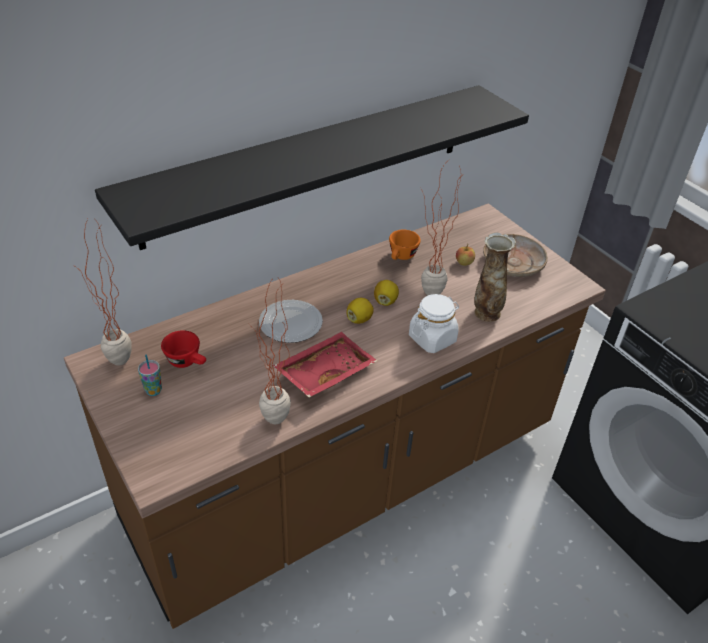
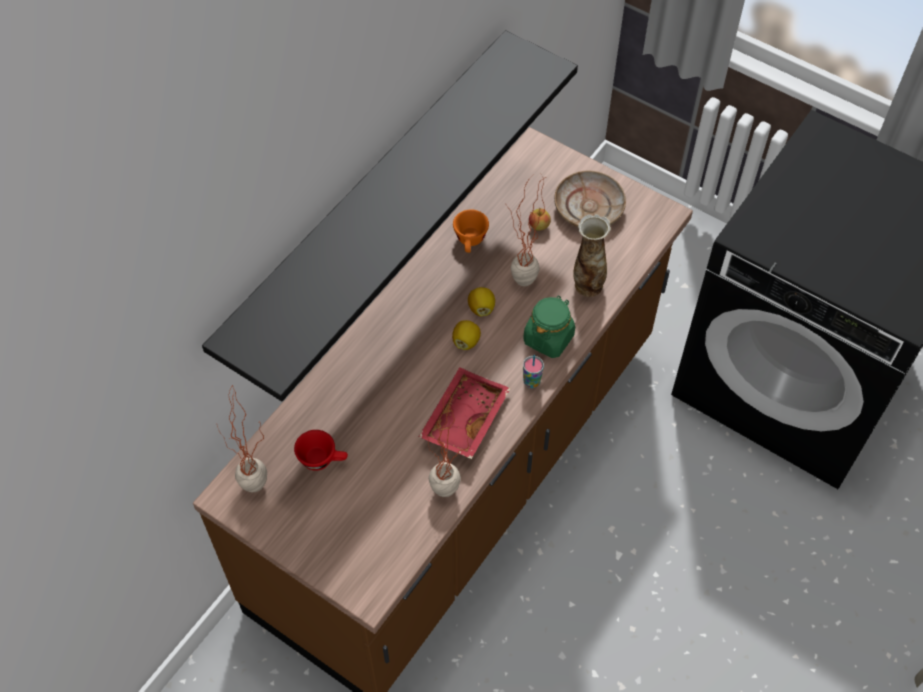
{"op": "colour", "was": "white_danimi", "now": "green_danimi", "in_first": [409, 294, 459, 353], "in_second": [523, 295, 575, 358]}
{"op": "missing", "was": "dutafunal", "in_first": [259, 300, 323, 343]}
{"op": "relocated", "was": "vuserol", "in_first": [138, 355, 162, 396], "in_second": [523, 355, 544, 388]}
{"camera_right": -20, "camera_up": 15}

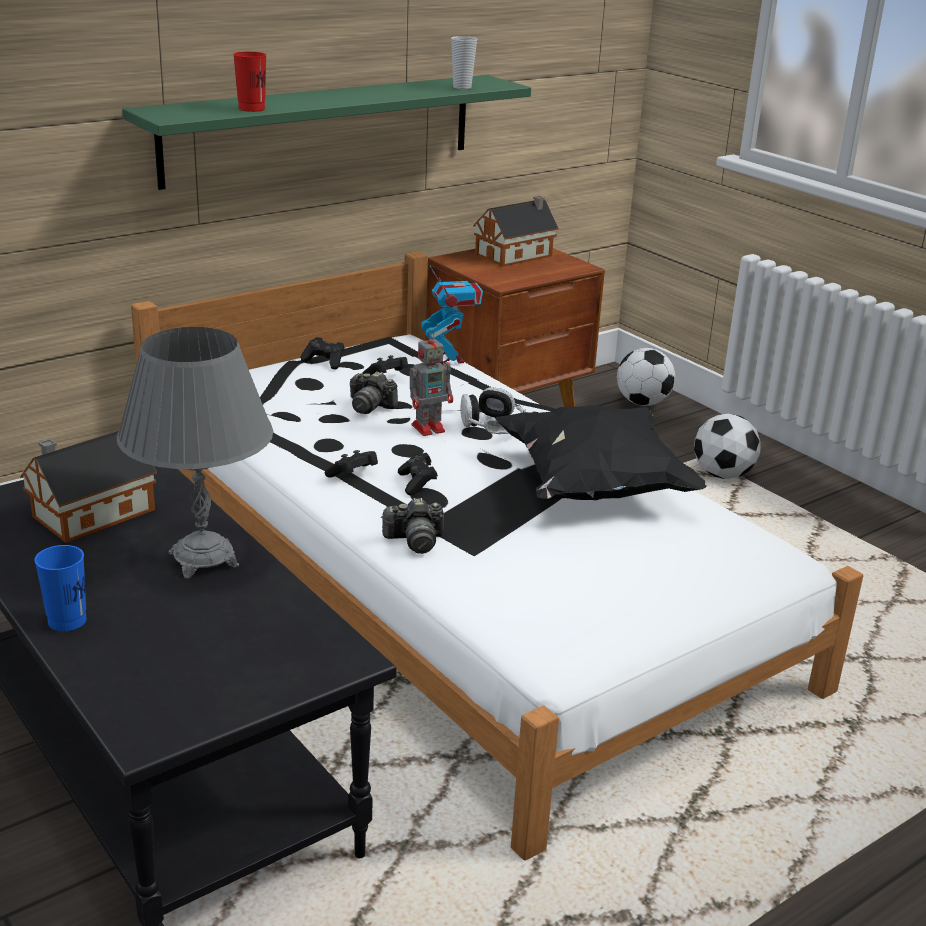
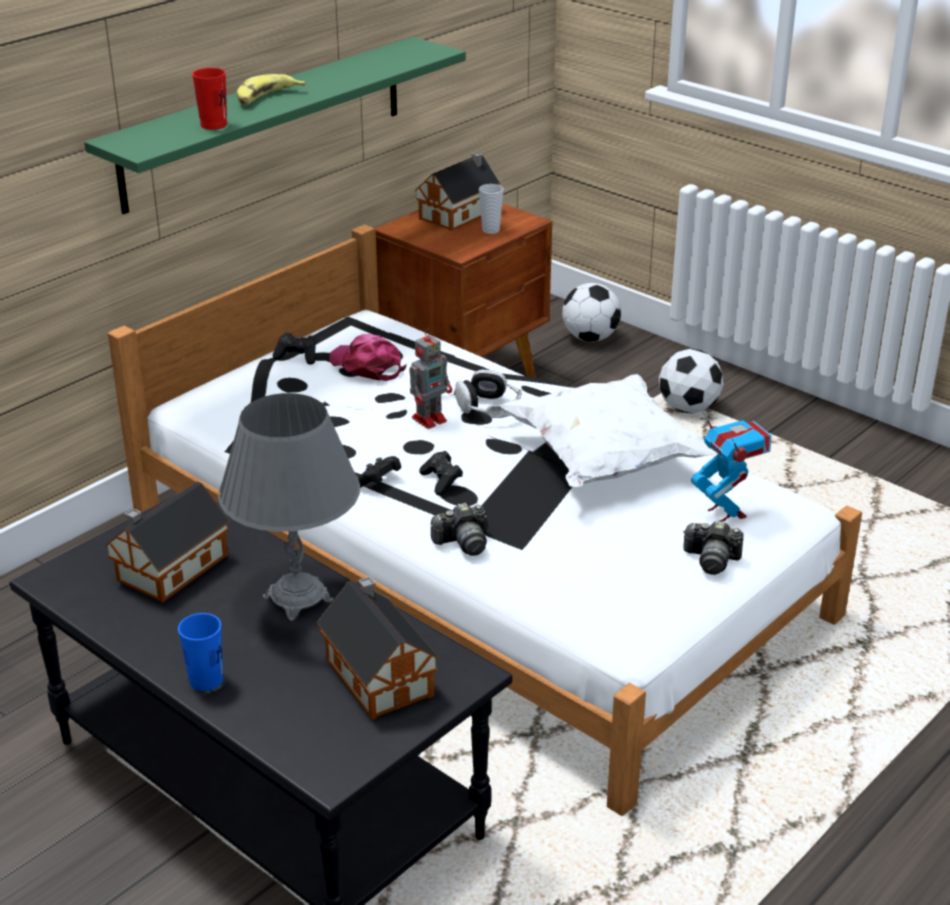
{"op": "relocated", "was": "vuserol", "in_first": [451, 36, 477, 89], "in_second": [479, 184, 504, 234]}
{"op": "relocated", "was": "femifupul", "in_first": [421, 266, 483, 363], "in_second": [691, 411, 772, 521]}
{"op": "exchanged", "was": "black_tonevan", "now": "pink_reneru", "in_first": [363, 355, 408, 375], "in_second": [329, 334, 407, 381]}
{"op": "relocated", "was": "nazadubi", "in_first": [350, 371, 398, 414], "in_second": [683, 520, 744, 575]}
{"op": "colour", "was": "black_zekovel", "now": "white_zekovel", "in_first": [495, 405, 707, 500], "in_second": [500, 374, 715, 487]}
{"op": "appeared", "now": "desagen", "in_second": [237, 74, 306, 105]}
{"op": "appeared", "now": "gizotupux", "in_second": [317, 576, 440, 720]}
{"camera_right": -10, "camera_up": 5}

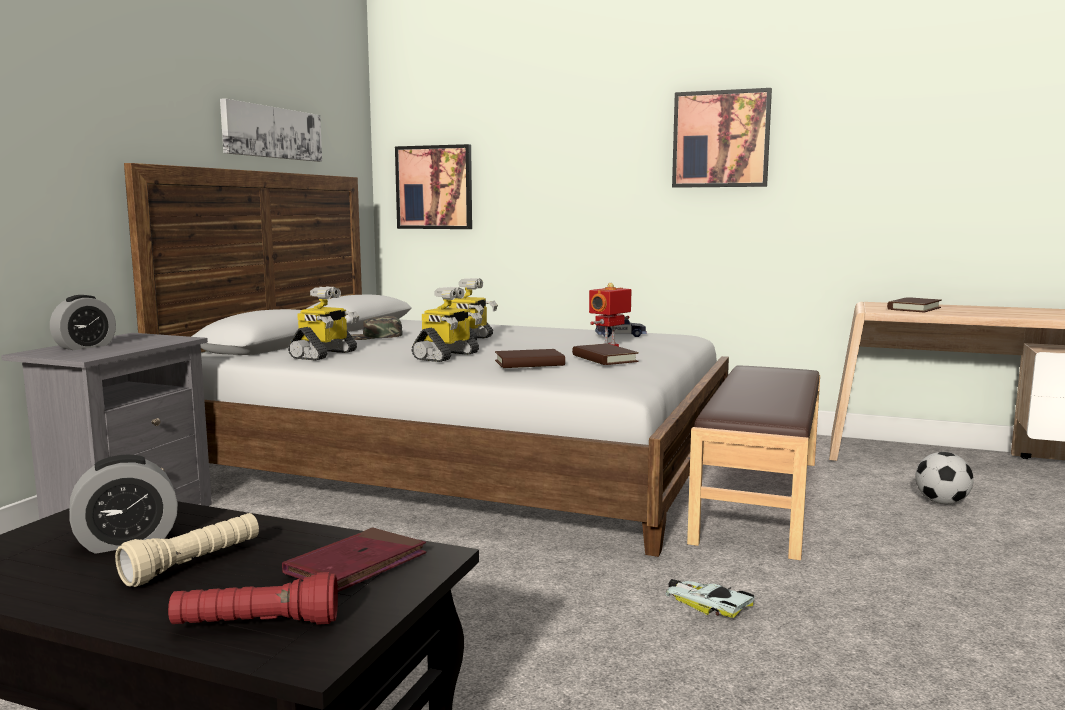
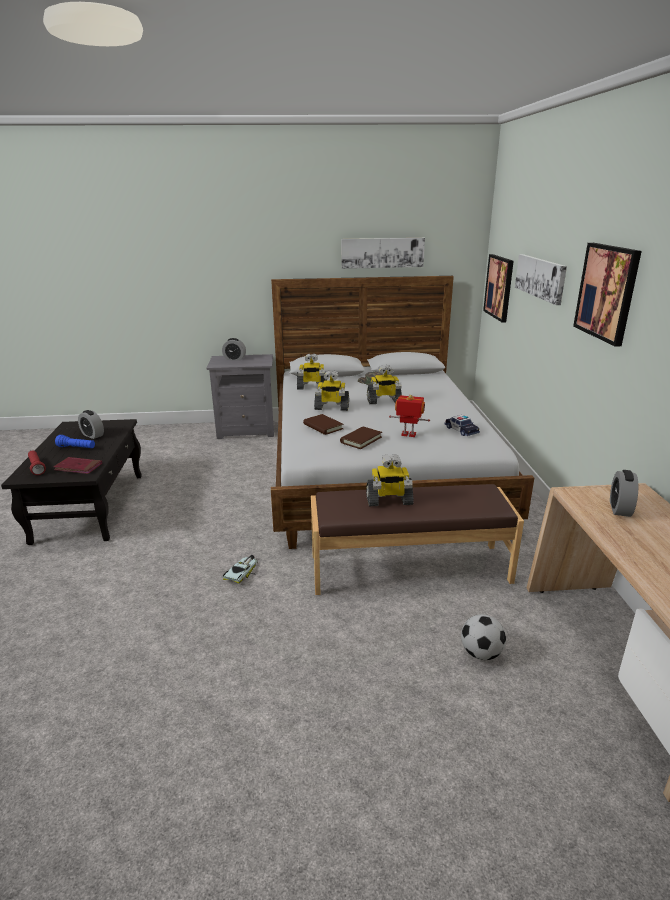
{"op": "exchanged", "was": "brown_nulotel", "now": "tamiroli", "in_first": [887, 297, 942, 312], "in_second": [610, 470, 638, 517]}
{"op": "colour", "was": "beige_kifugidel", "now": "blue_kifugidel", "in_first": [115, 513, 259, 587], "in_second": [55, 435, 95, 448]}
{"op": "appeared", "now": "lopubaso", "in_second": [515, 254, 567, 305]}
{"op": "appeared", "now": "femifupul", "in_second": [366, 454, 414, 506]}
{"camera_right": 65, "camera_up": 15}

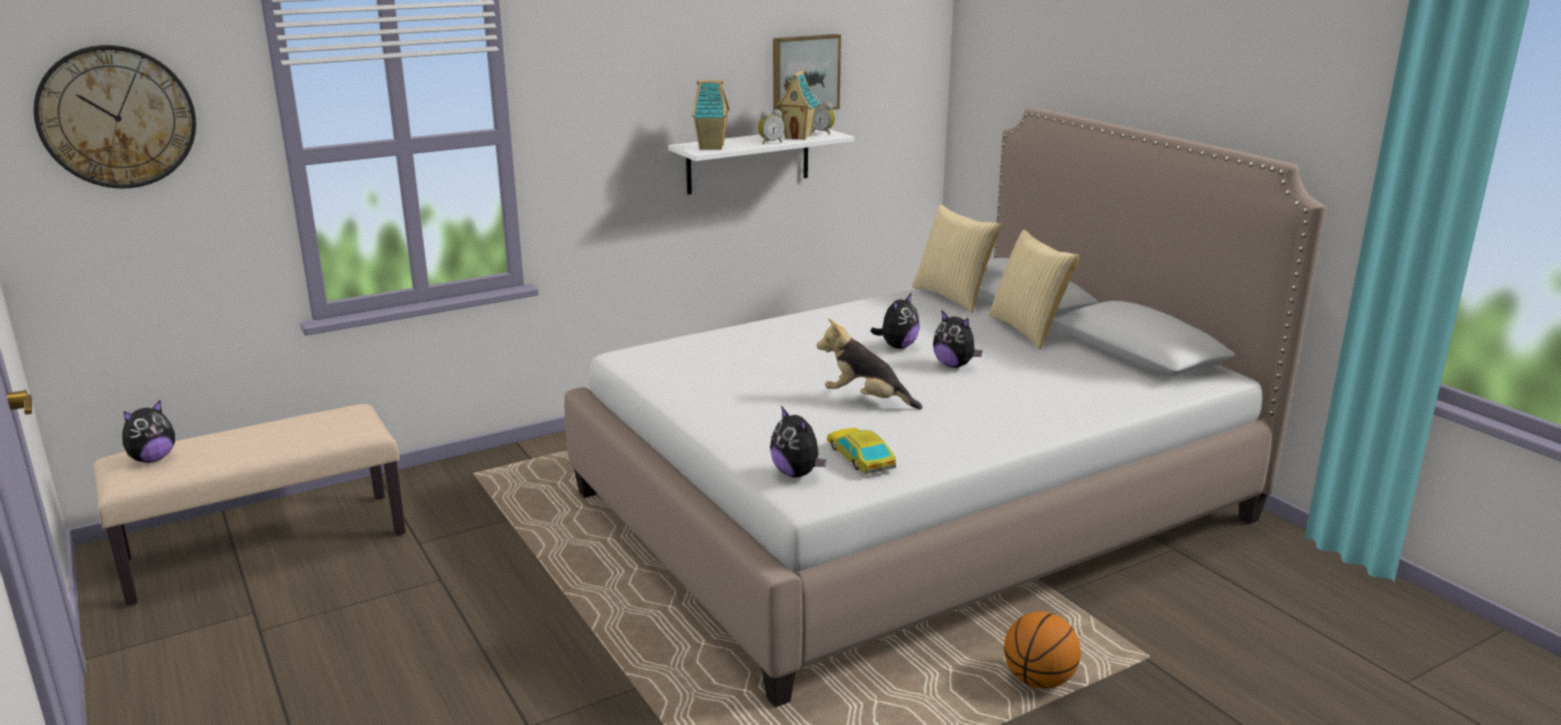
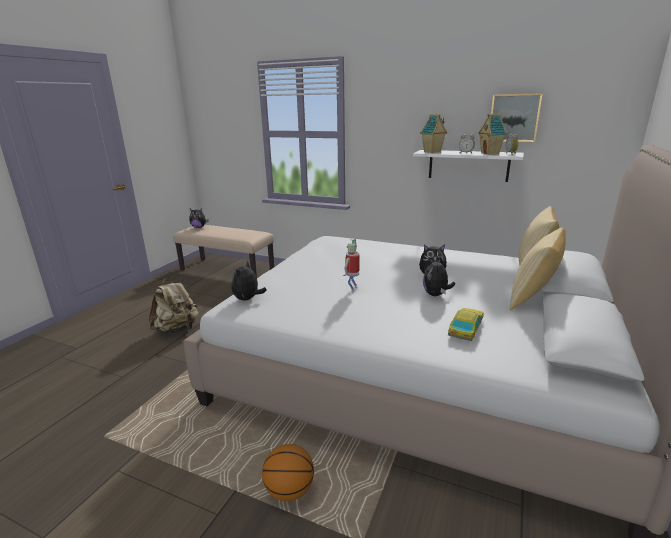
{"op": "missing", "was": "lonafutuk", "in_first": [34, 45, 196, 189]}
{"op": "exchanged", "was": "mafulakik", "now": "femifupul", "in_first": [817, 318, 922, 409], "in_second": [343, 239, 359, 292]}
{"op": "relocated", "was": "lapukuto", "in_first": [827, 428, 896, 475], "in_second": [448, 308, 484, 341]}
{"op": "appeared", "now": "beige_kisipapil", "in_second": [149, 277, 199, 334]}
{"camera_right": 55, "camera_up": 0}

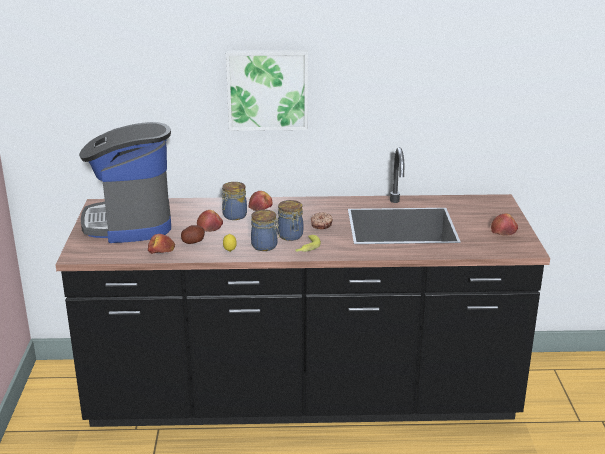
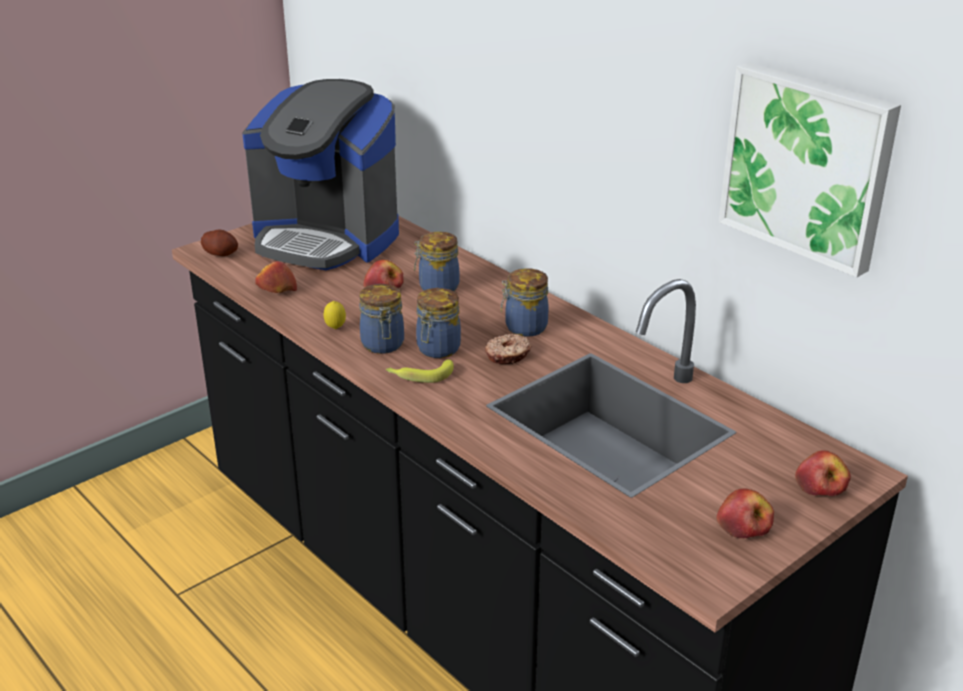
{"op": "relocated", "was": "lopubaso", "in_first": [226, 50, 308, 131], "in_second": [719, 62, 901, 277]}
{"op": "spun", "was": "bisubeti", "in_first": [79, 122, 171, 243], "in_second": [242, 79, 399, 270], "clockwise": -105}
{"op": "relocated", "was": "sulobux", "in_first": [248, 191, 273, 211], "in_second": [795, 450, 851, 496]}
{"op": "relocated", "was": "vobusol", "in_first": [181, 225, 205, 244], "in_second": [201, 229, 238, 256]}
{"op": "appeared", "now": "danimi", "in_second": [501, 268, 549, 337]}
{"camera_right": 50, "camera_up": 5}

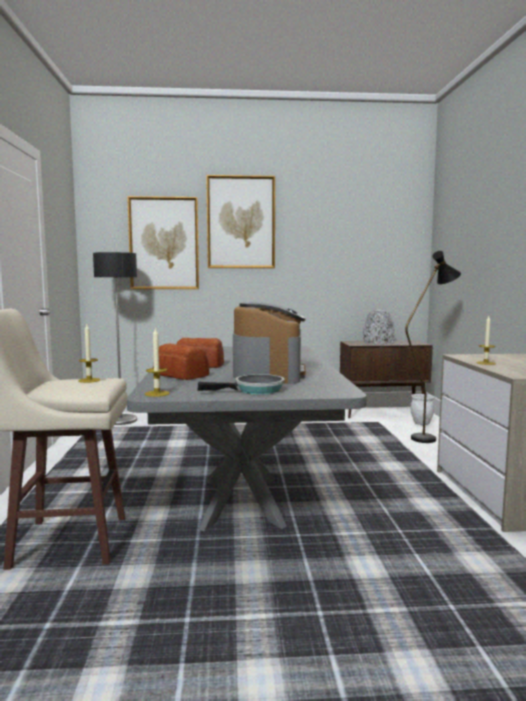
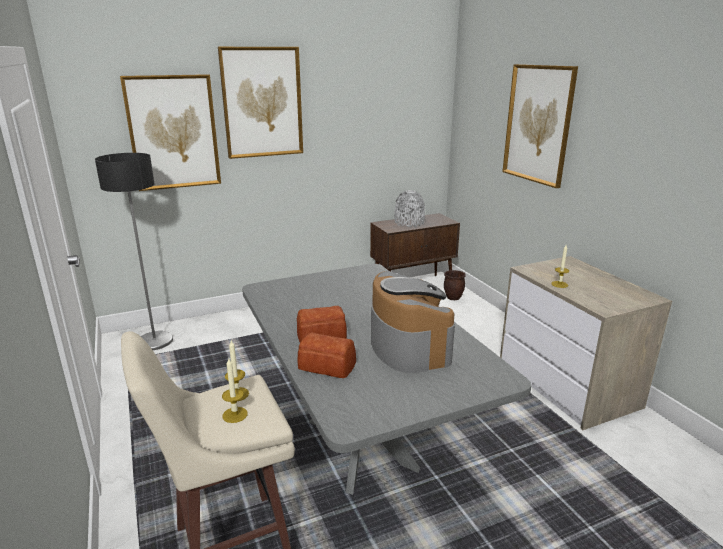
{"op": "missing", "was": "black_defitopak", "in_first": [405, 251, 461, 443]}
{"op": "relocated", "was": "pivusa", "in_first": [145, 327, 170, 397], "in_second": [222, 359, 248, 423]}
{"op": "missing", "was": "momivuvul", "in_first": [197, 374, 285, 394]}
{"op": "colour", "was": "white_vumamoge", "now": "brown_vumamoge", "in_first": [410, 394, 434, 425], "in_second": [444, 270, 466, 300]}
{"op": "appeared", "now": "lopubaso", "in_second": [502, 64, 578, 188]}
{"camera_right": -20, "camera_up": 15}

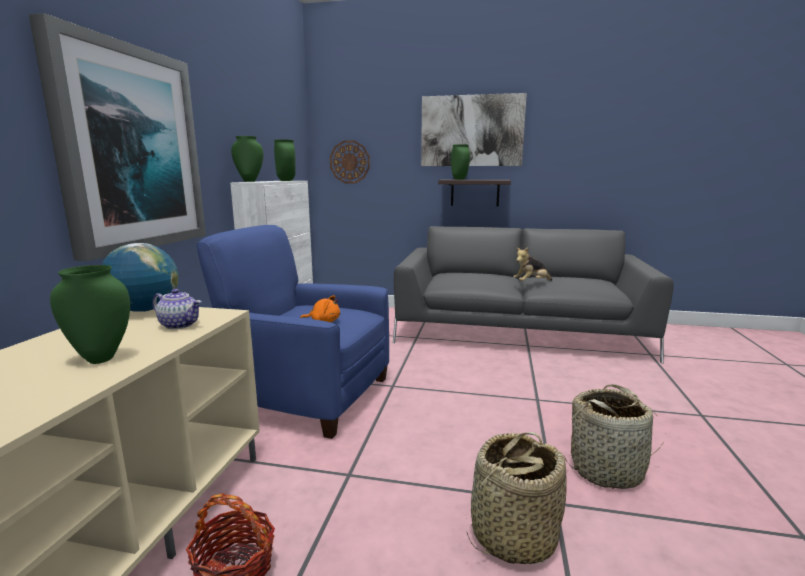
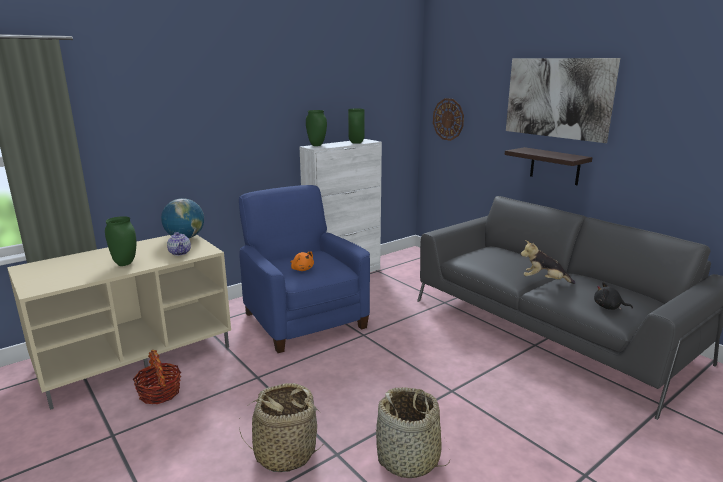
{"op": "missing", "was": "lopubaso", "in_first": [29, 13, 206, 261]}
{"op": "missing", "was": "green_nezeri", "in_first": [451, 144, 470, 180]}
{"op": "appeared", "now": "black_mafulakik", "in_second": [594, 282, 633, 310]}
{"camera_right": 40, "camera_up": 5}

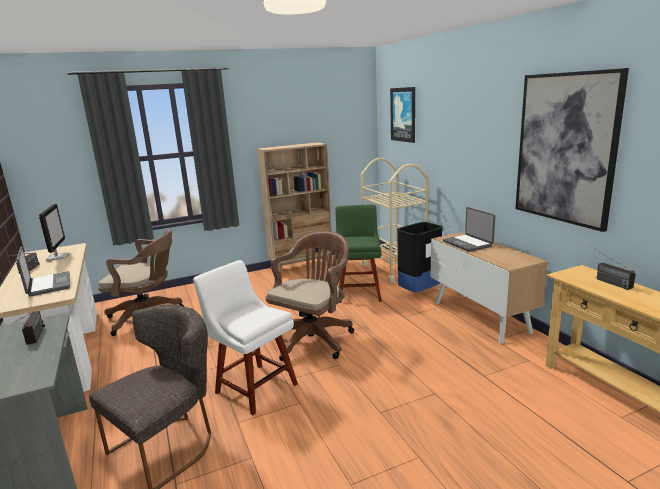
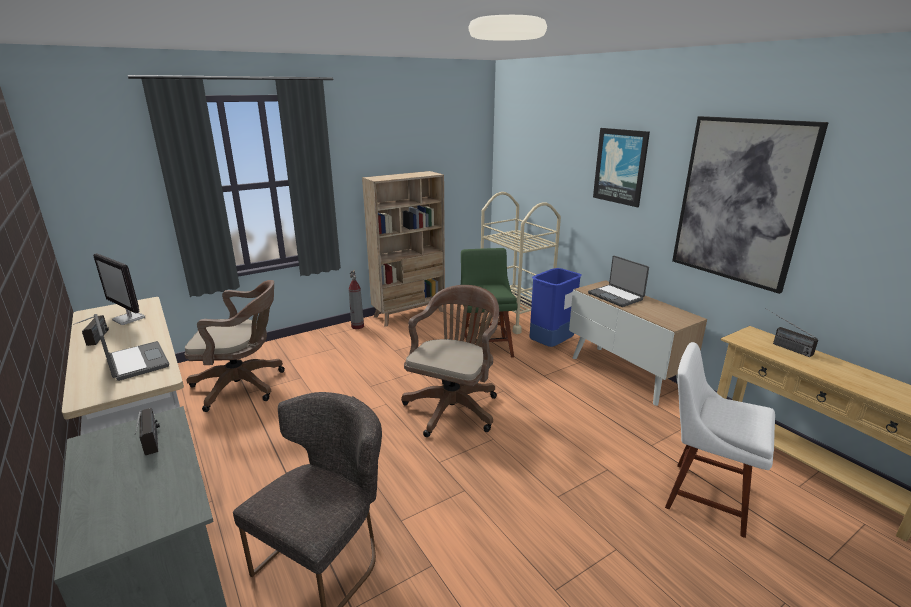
{"op": "relocated", "was": "lopubaso", "in_first": [390, 87, 415, 143], "in_second": [593, 128, 650, 207]}
{"op": "spun", "was": "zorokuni", "in_first": [39, 203, 69, 261], "in_second": [93, 253, 145, 325], "clockwise": 150}
{"op": "colour", "was": "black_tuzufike", "now": "blue_tuzufike", "in_first": [396, 222, 443, 292], "in_second": [529, 268, 582, 347]}
{"op": "relocated", "was": "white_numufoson", "in_first": [193, 260, 298, 415], "in_second": [665, 342, 775, 538]}
{"op": "appeared", "now": "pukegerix", "in_second": [349, 269, 364, 329]}
{"camera_right": -10, "camera_up": 5}

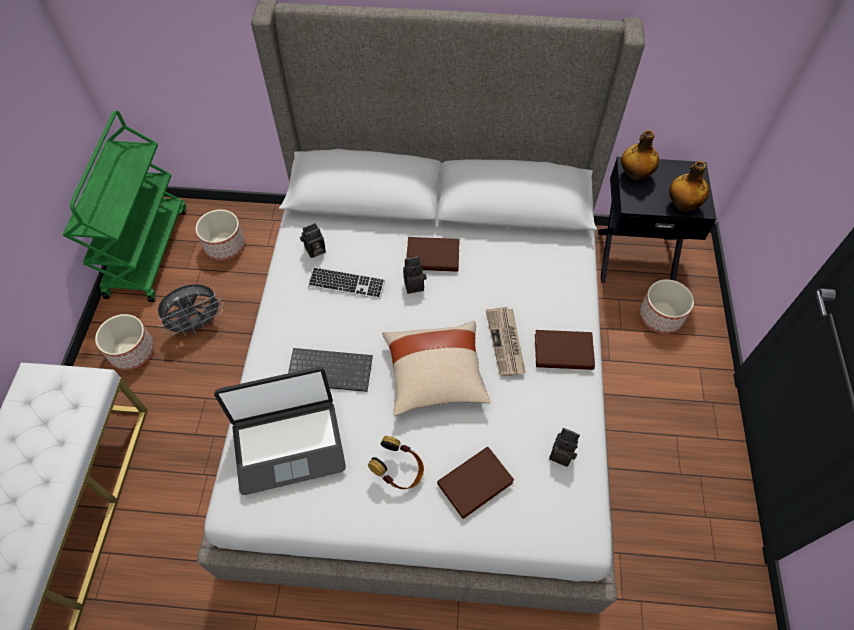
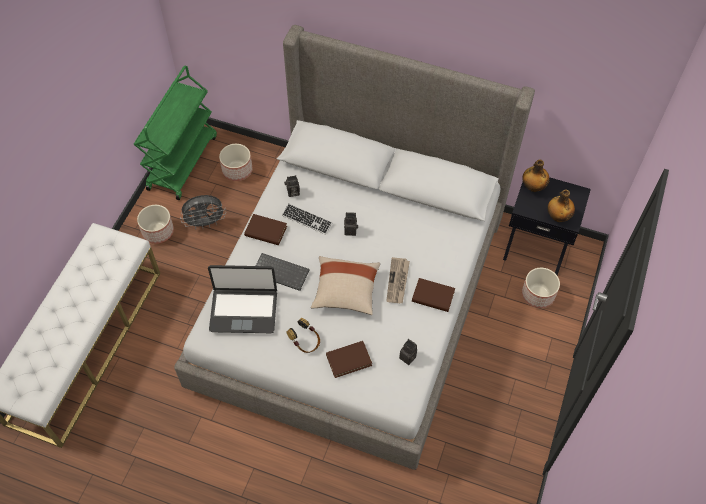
{"op": "relocated", "was": "brown_nulotel", "in_first": [406, 237, 460, 272], "in_second": [244, 214, 287, 245]}
{"camera_right": 15, "camera_up": 0}

